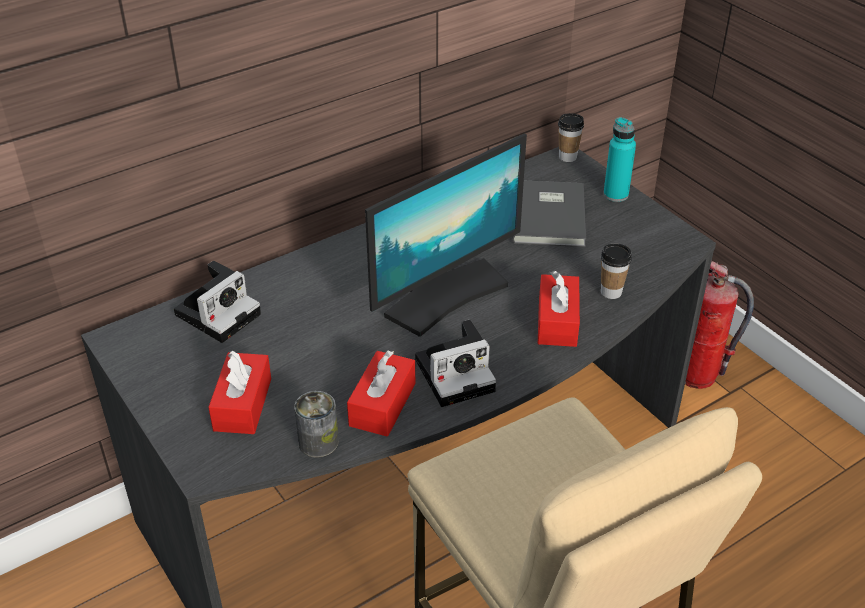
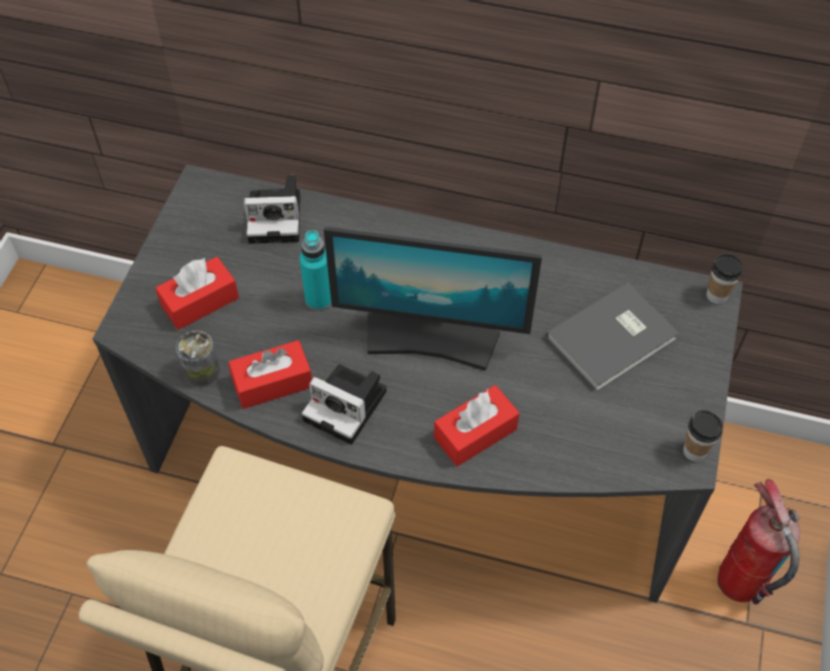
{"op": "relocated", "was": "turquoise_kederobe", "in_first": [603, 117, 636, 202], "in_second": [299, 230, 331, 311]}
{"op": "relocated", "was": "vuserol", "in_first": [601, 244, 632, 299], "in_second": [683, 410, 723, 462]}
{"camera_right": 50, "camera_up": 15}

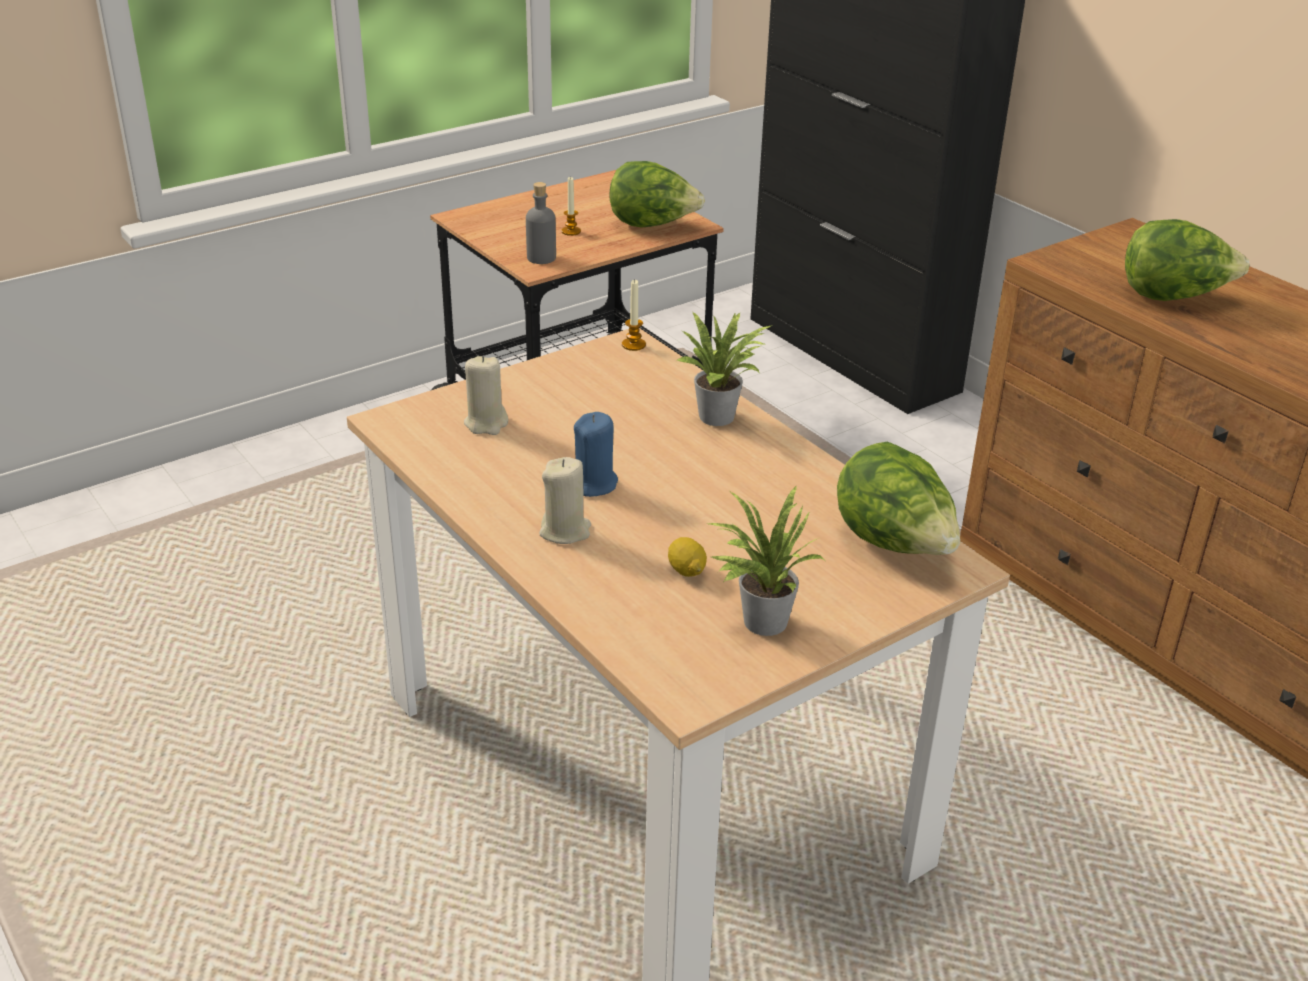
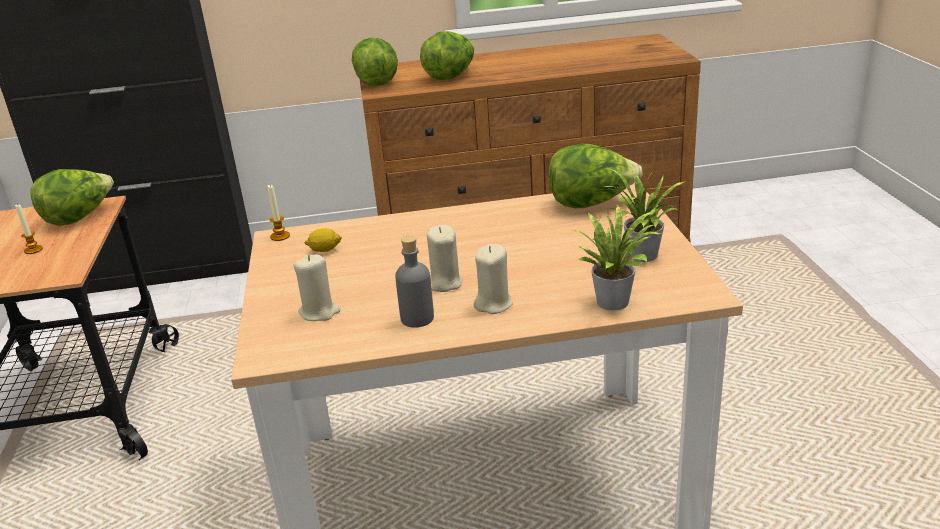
{"op": "relocated", "was": "grey_kederobe", "in_first": [526, 182, 556, 264], "in_second": [395, 235, 434, 328]}
{"op": "relocated", "was": "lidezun", "in_first": [676, 312, 773, 426], "in_second": [573, 204, 661, 310]}
{"op": "colour", "was": "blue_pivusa", "now": "beige_pivusa", "in_first": [574, 412, 618, 497], "in_second": [427, 225, 463, 292]}
{"op": "relocated", "was": "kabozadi", "in_first": [668, 537, 707, 577], "in_second": [304, 228, 342, 252]}
{"op": "appeared", "now": "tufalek", "in_second": [352, 37, 398, 86]}
{"camera_right": -60, "camera_up": -5}

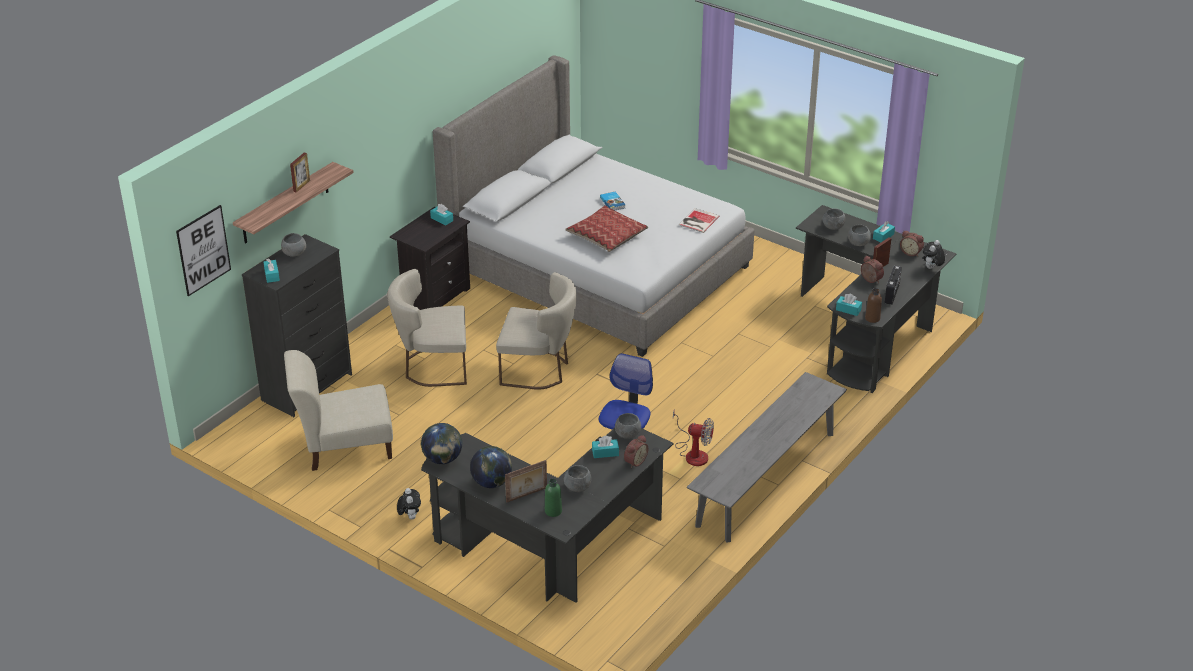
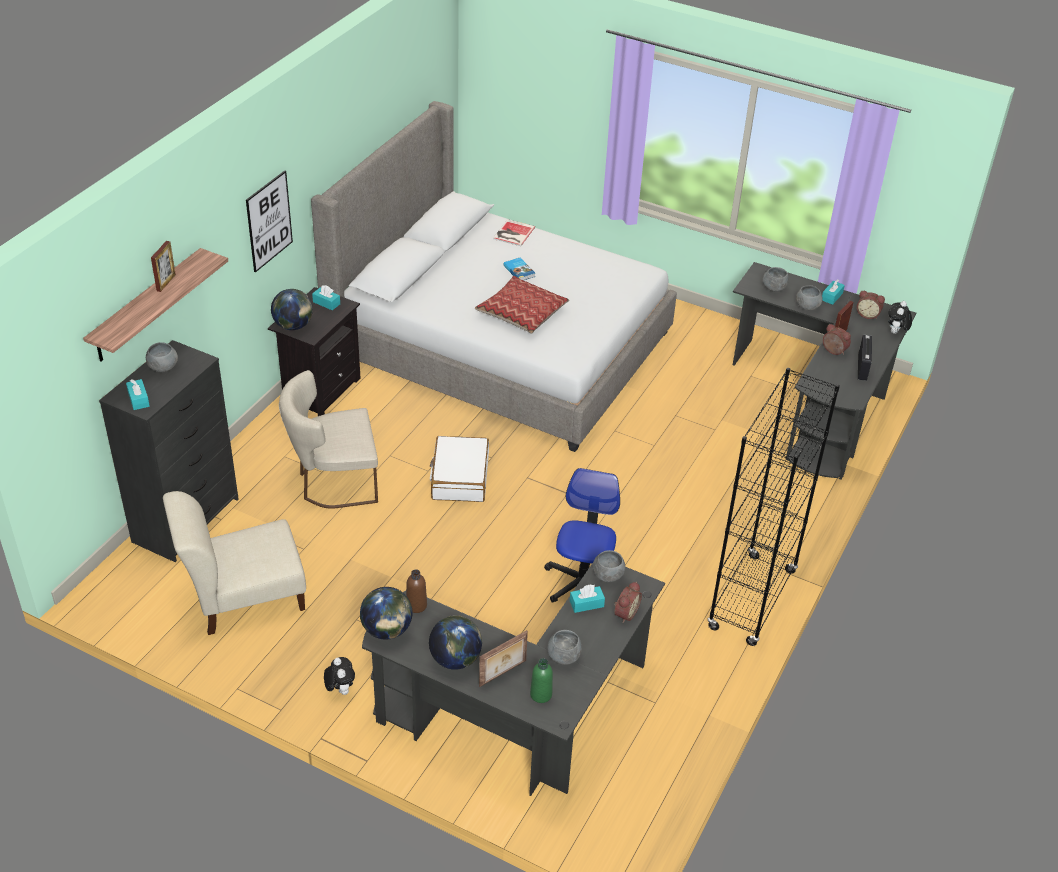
{"op": "relocated", "was": "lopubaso", "in_first": [176, 205, 231, 296], "in_second": [246, 170, 293, 272]}
{"op": "relocated", "was": "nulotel", "in_first": [679, 208, 720, 233], "in_second": [493, 219, 535, 246]}
{"op": "exchanged", "was": "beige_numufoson", "now": "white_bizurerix", "in_first": [496, 272, 577, 390], "in_second": [430, 436, 489, 502]}
{"op": "relocated", "was": "brown_kederobe", "in_first": [865, 288, 882, 323], "in_second": [406, 569, 427, 613]}
{"op": "missing", "was": "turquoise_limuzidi", "in_first": [836, 294, 862, 316]}
{"op": "exchanged", "was": "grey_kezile", "now": "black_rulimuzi", "in_first": [687, 372, 847, 543], "in_second": [708, 368, 840, 646]}
{"op": "missing", "was": "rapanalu", "in_first": [673, 409, 714, 466]}
{"op": "appeared", "now": "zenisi", "in_second": [271, 289, 313, 330]}
{"camera_right": -10, "camera_up": 5}

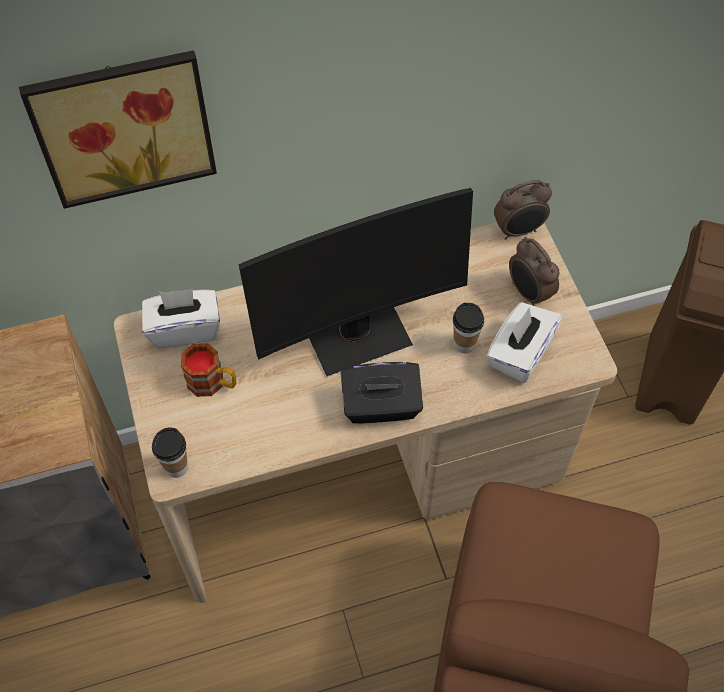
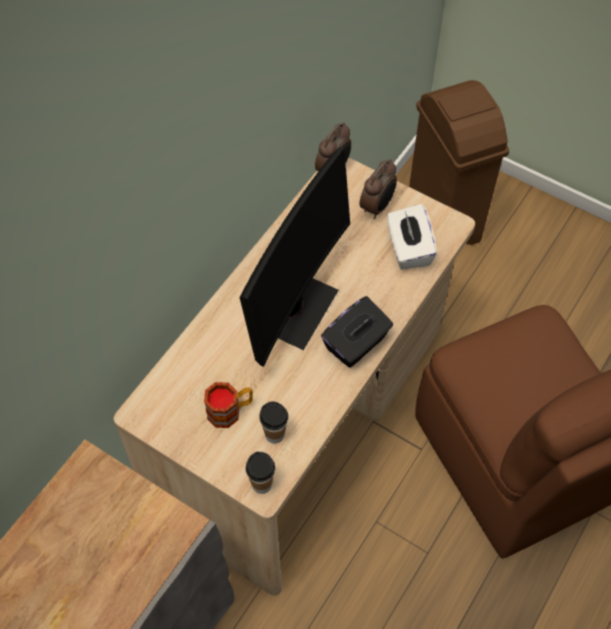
{"op": "missing", "was": "lopubaso", "in_first": [19, 50, 217, 209]}
{"op": "spun", "was": "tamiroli", "in_first": [509, 237, 560, 306], "in_second": [359, 159, 397, 219], "clockwise": -75}
{"op": "missing", "was": "white_limuzidi", "in_first": [142, 289, 220, 348]}
{"op": "relocated", "was": "vuserol", "in_first": [453, 302, 484, 354], "in_second": [259, 402, 288, 444]}
{"camera_right": -40, "camera_up": 0}

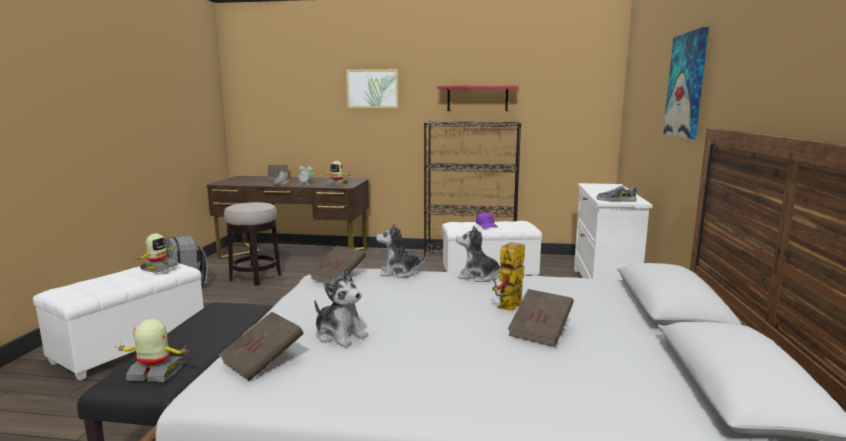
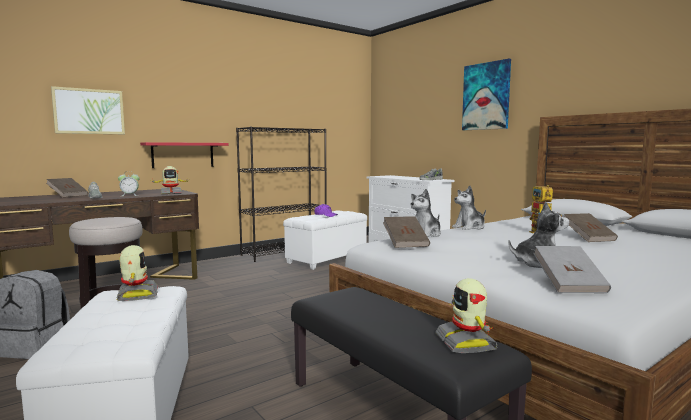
{"op": "relocated", "was": "lopubaso", "in_first": [346, 69, 399, 108], "in_second": [51, 86, 125, 134]}
{"op": "relocated", "was": "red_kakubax", "in_first": [437, 86, 518, 111], "in_second": [140, 142, 228, 168]}
{"op": "colour", "was": "brown_nulotel", "now": "grey_nulotel", "in_first": [218, 312, 304, 381], "in_second": [533, 246, 611, 293]}
{"op": "spun", "was": "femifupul", "in_first": [115, 319, 189, 382], "in_second": [435, 278, 498, 353], "clockwise": -60}
{"camera_right": -45, "camera_up": -5}

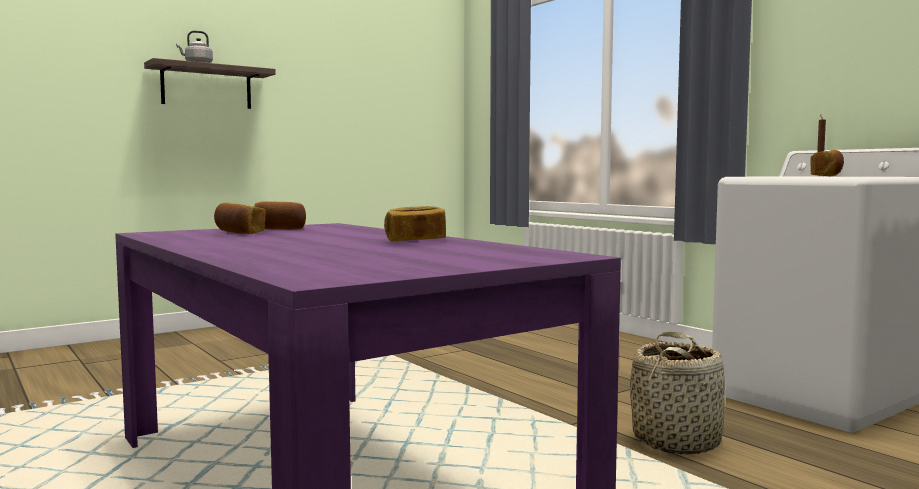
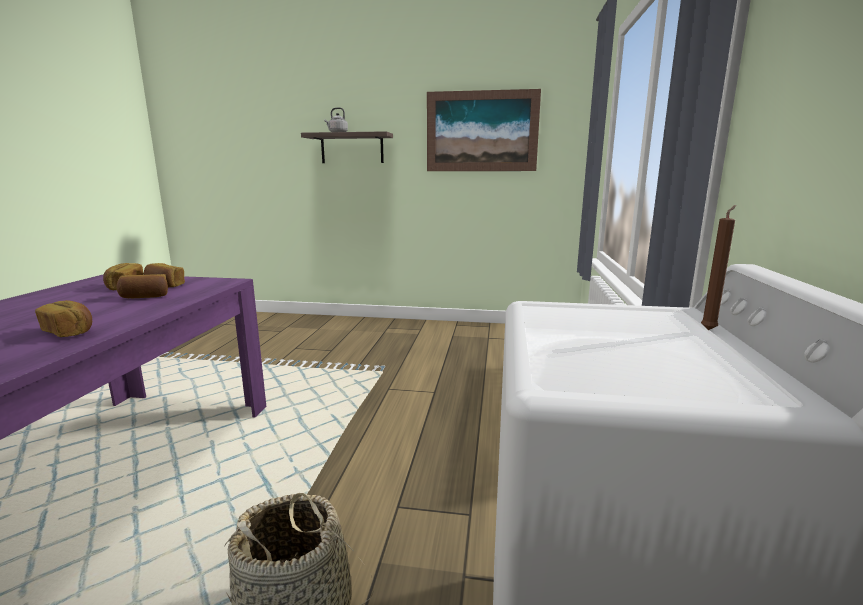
{"op": "relocated", "was": "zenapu", "in_first": [810, 150, 844, 176], "in_second": [116, 274, 168, 298]}
{"op": "appeared", "now": "lopubaso", "in_second": [427, 89, 541, 171]}
{"camera_right": 45, "camera_up": 10}

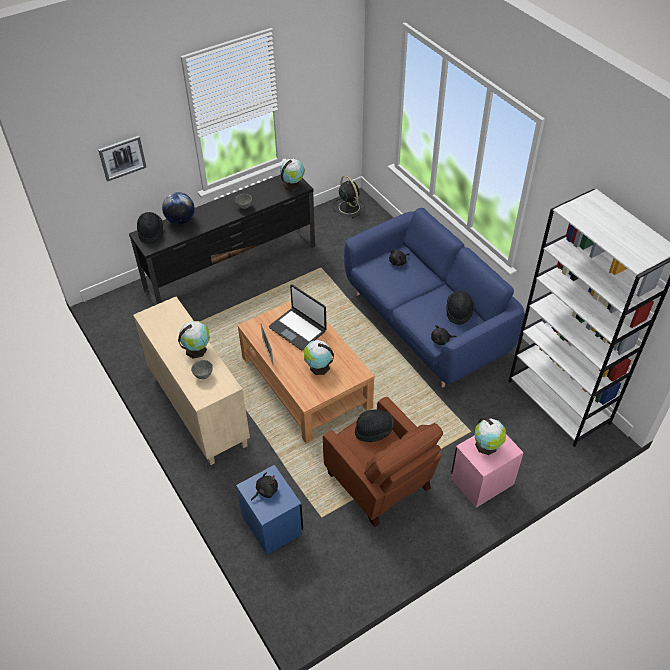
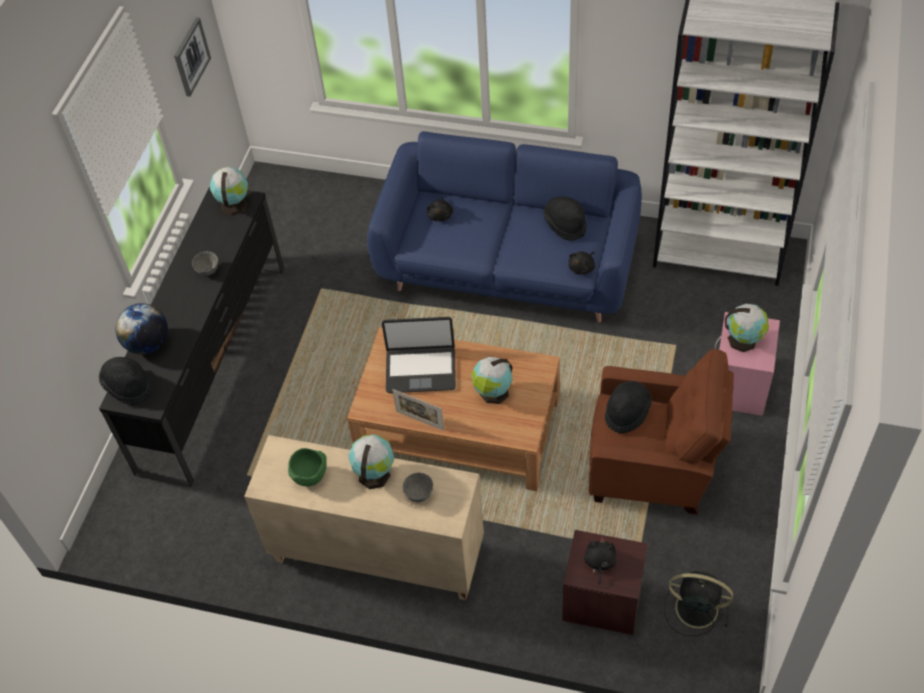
{"op": "relocated", "was": "lopubaso", "in_first": [98, 136, 146, 181], "in_second": [174, 17, 211, 97]}
{"op": "relocated", "was": "black_rapanalu", "in_first": [332, 176, 365, 218], "in_second": [664, 571, 733, 636]}
{"op": "colour", "was": "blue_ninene", "now": "brown_ninene", "in_first": [236, 465, 303, 555], "in_second": [562, 530, 647, 635]}
{"op": "appeared", "now": "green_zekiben", "in_second": [288, 448, 327, 487]}
{"camera_right": -40, "camera_up": 5}

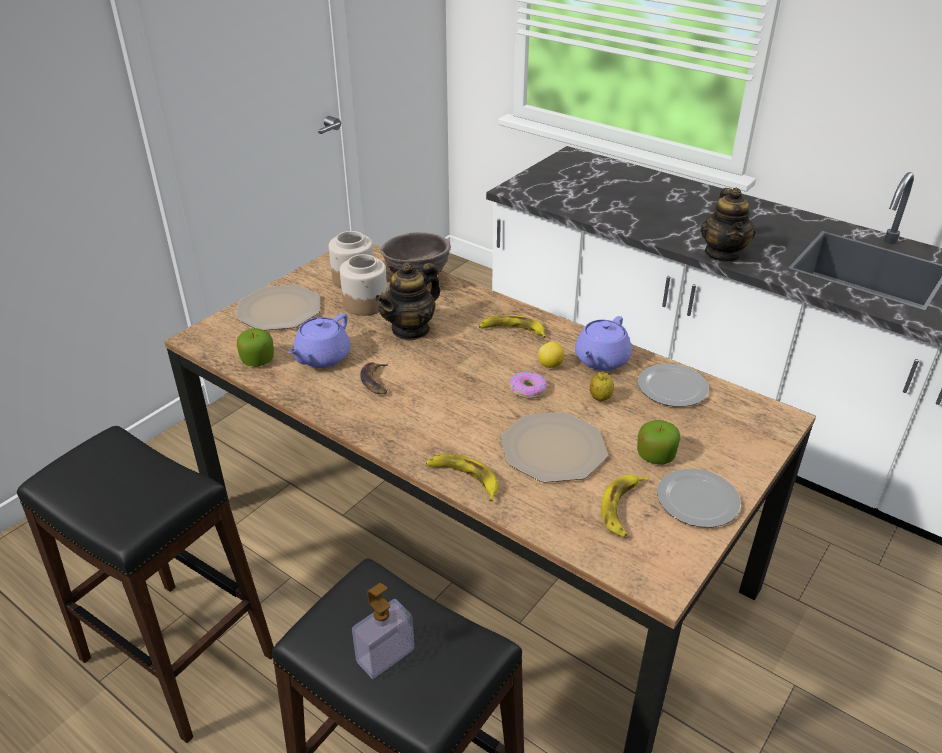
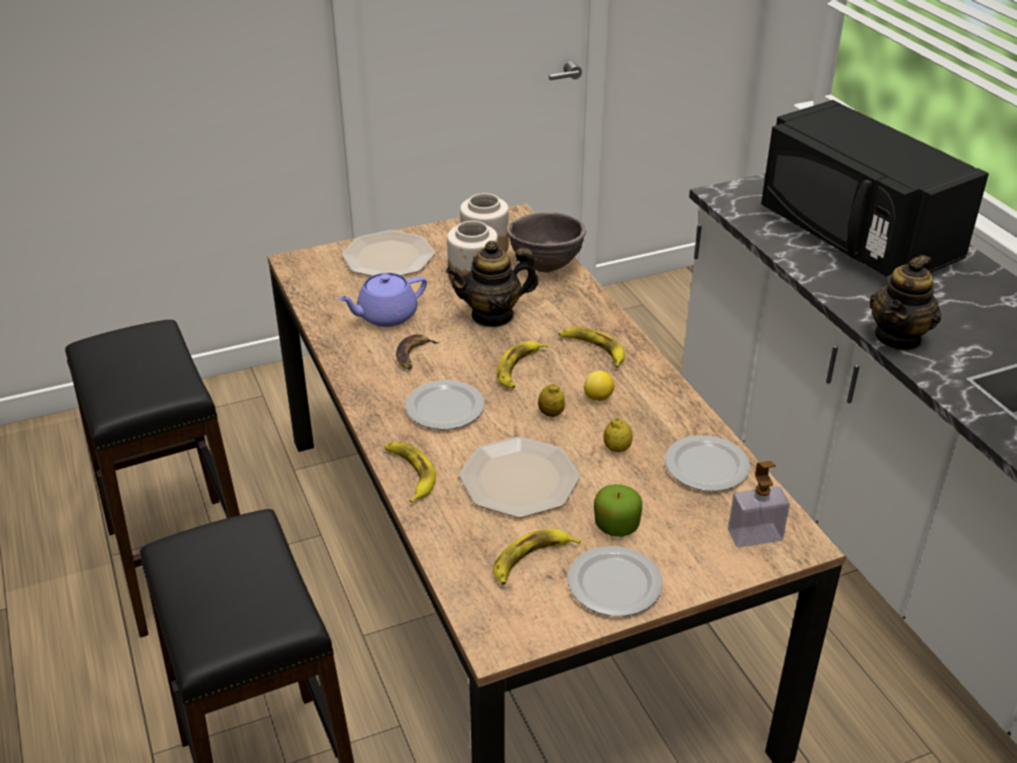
{"op": "missing", "was": "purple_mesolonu", "in_first": [575, 316, 632, 371]}
{"op": "missing", "was": "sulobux", "in_first": [237, 328, 274, 367]}
{"op": "exchanged", "was": "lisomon", "now": "kabozadi", "in_first": [510, 371, 548, 399], "in_second": [538, 384, 565, 417]}
{"op": "relocated", "was": "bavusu", "in_first": [352, 583, 414, 679], "in_second": [728, 461, 790, 547]}
{"op": "appeared", "now": "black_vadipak", "in_second": [761, 100, 989, 277]}
{"op": "appeared", "now": "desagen", "in_second": [497, 341, 548, 389]}
{"op": "appeared", "now": "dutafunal", "in_second": [405, 380, 485, 430]}
{"camera_right": 30, "camera_up": 0}

